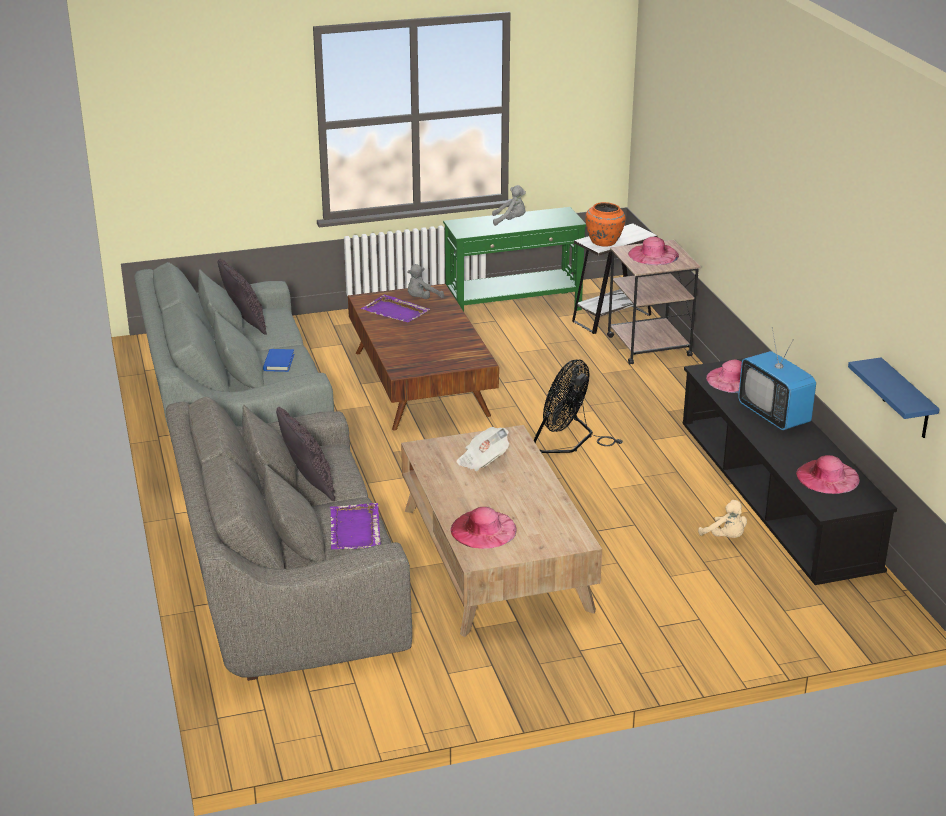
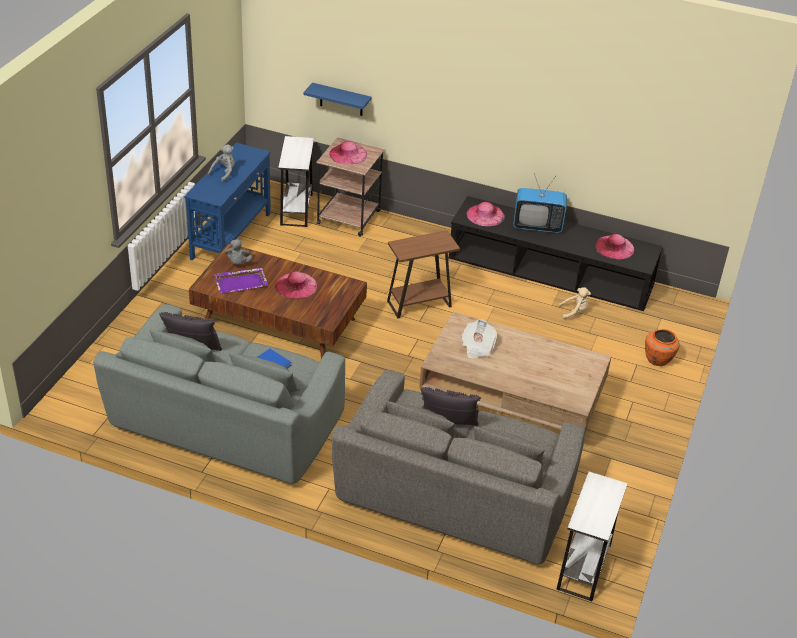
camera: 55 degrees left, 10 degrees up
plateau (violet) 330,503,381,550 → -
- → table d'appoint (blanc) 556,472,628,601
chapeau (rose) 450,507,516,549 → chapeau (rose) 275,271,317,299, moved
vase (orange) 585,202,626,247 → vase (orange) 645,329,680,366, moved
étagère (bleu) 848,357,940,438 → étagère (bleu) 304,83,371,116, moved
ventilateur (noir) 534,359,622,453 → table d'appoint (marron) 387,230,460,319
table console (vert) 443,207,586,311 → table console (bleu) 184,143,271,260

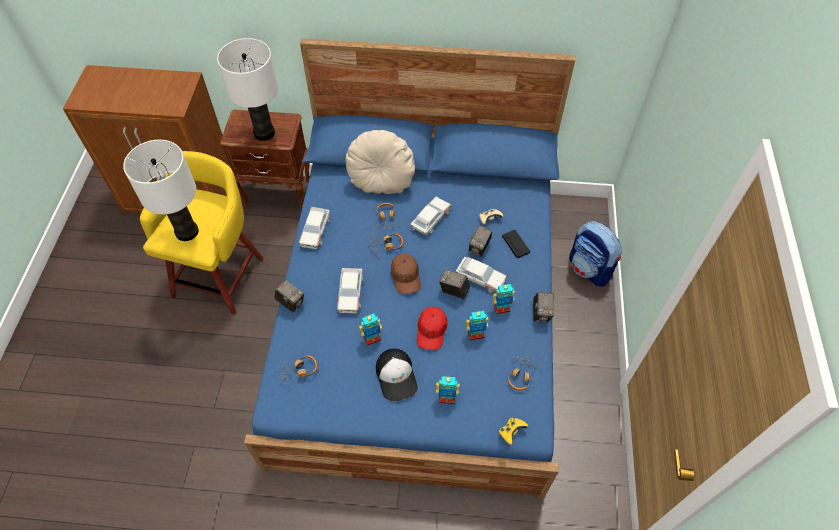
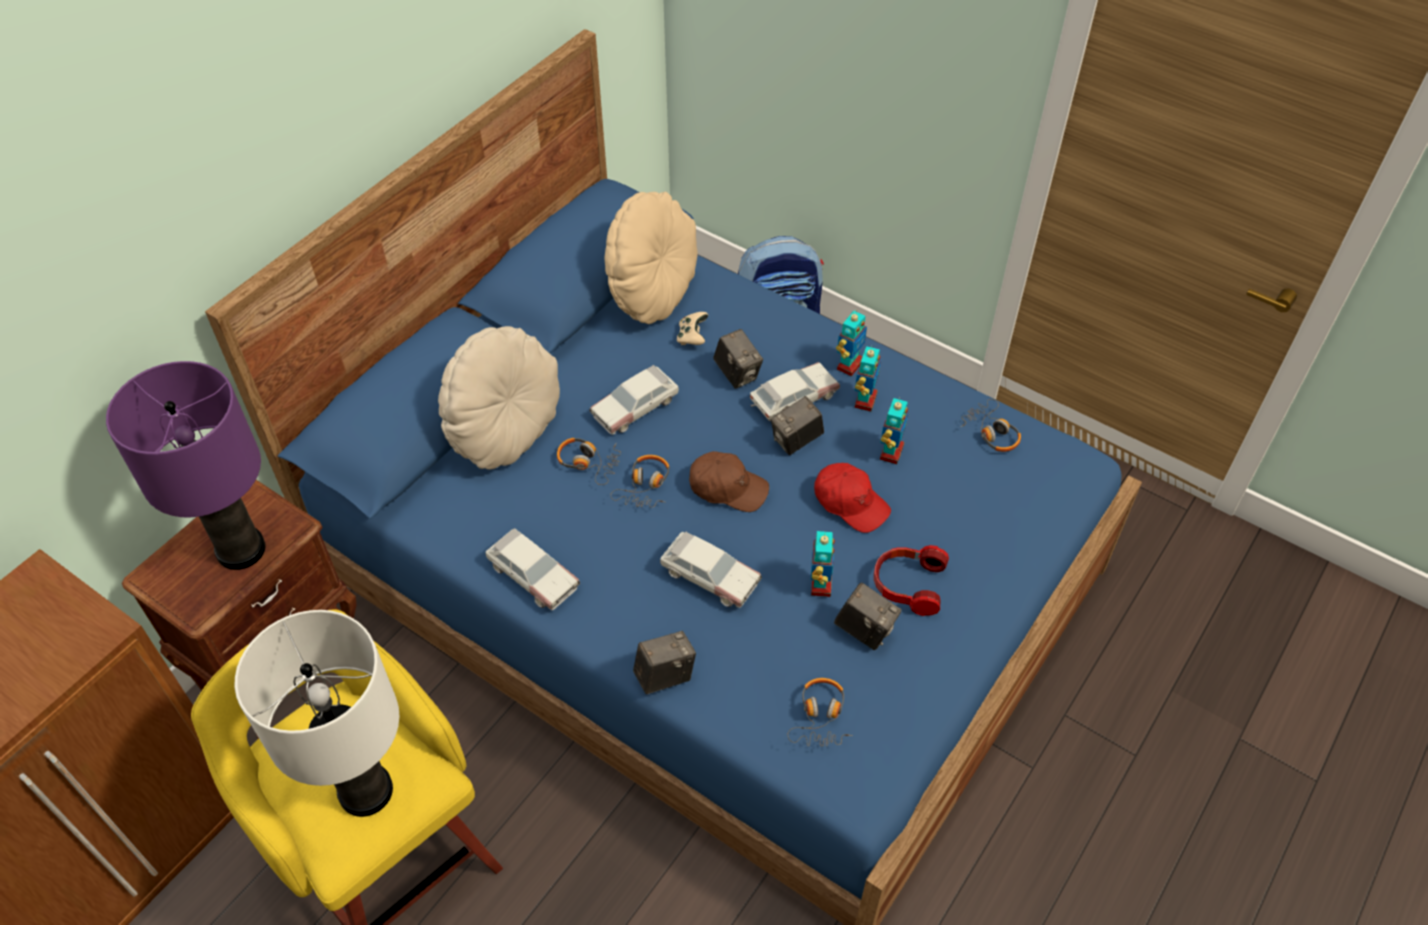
camera: 60 degrees left, 5 degrees down
manette (jaune) 499,418,528,445 → -
manette (noir) 502,230,530,258 → -
- → coussin (beige) 605,191,698,324
robot jouet 436,376,460,404 → robot jouet 836,309,867,376, moved
appareil photo 533,292,554,322 → appareil photo 834,583,902,650, moved
casquette 376,349,418,401 → casque audio 874,545,949,616
lampe de table (blanc) 217,38,278,141 → lampe de table (violet) 106,361,265,570
petite voiture 410,197,451,235 → petite voiture 589,365,679,435, 105 degrees counterclockwise

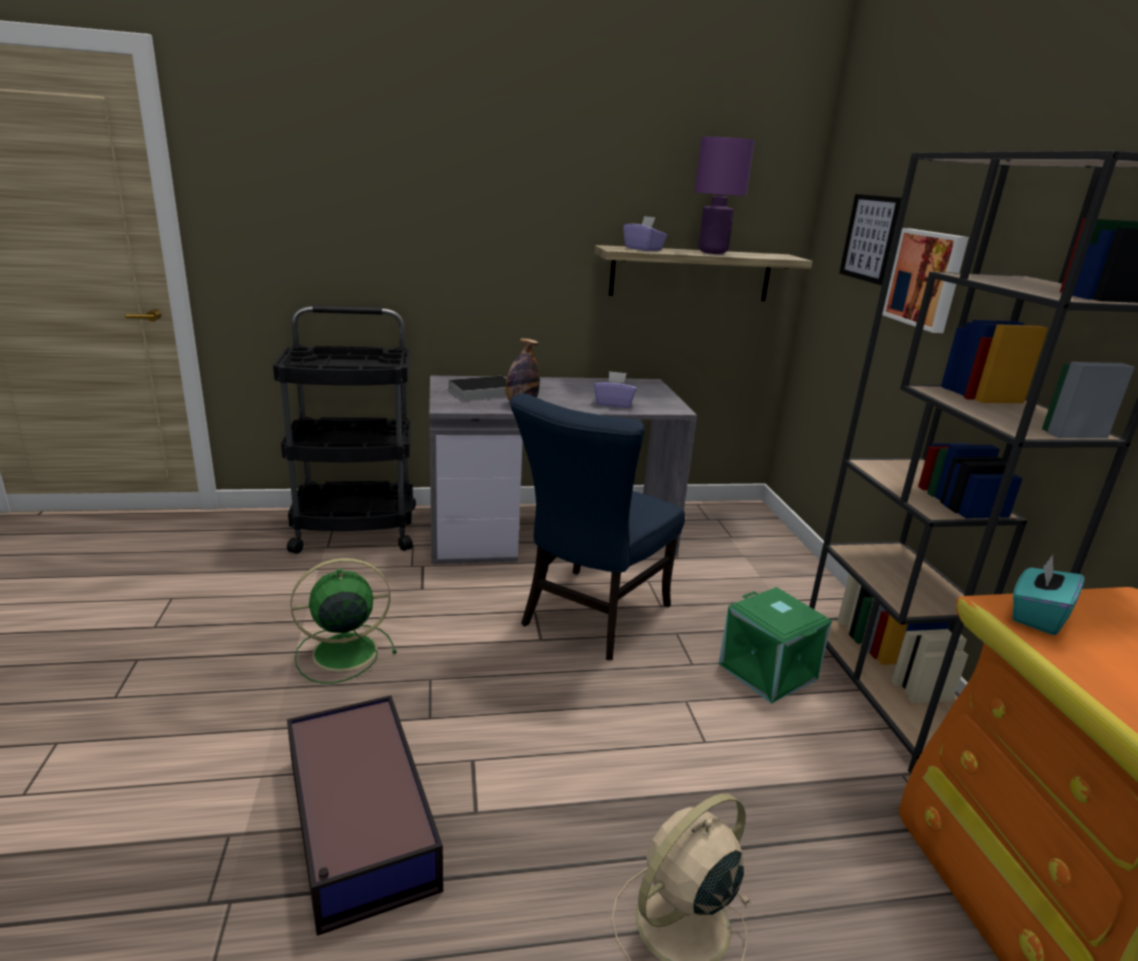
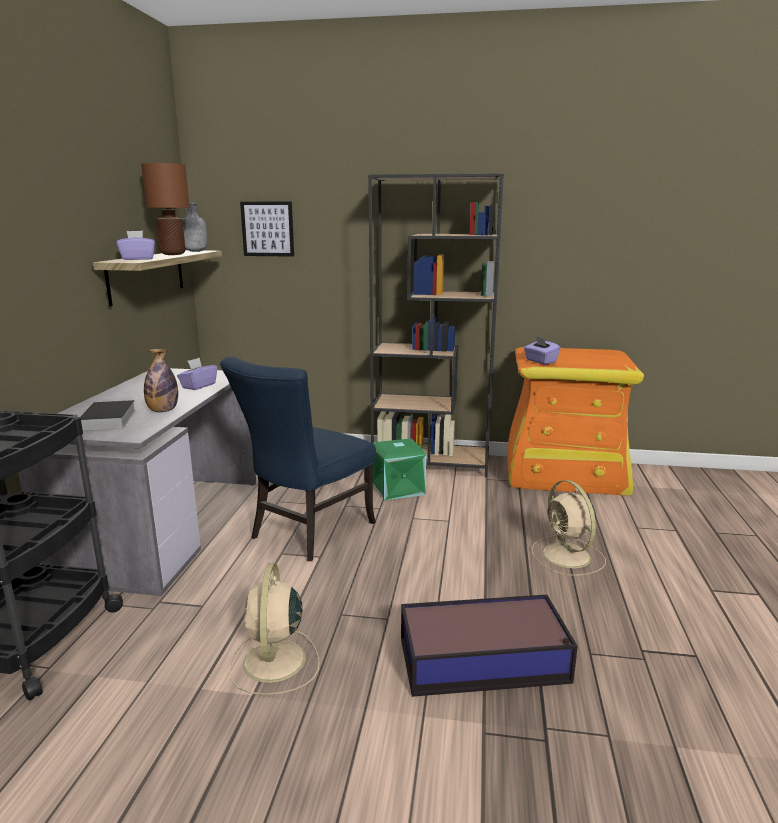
camera: 70 degrees left, 5 degrees down
tableau 882,228,969,333 → -
- → bouteille (gris) 182,203,208,252
ventilateur (vert) 290,558,397,684 → ventilateur (beige) 229,563,320,695
lampe de table (violet) 695,137,755,254 → lampe de table (marron) 141,163,190,255
boîte à mouchoirs (turquoise) 1012,555,1085,635 → boîte à mouchoirs (violet) 524,336,561,364
chaise (bleu) 510,394,685,660 → chaise (bleu) 220,357,376,561, 75 degrees clockwise

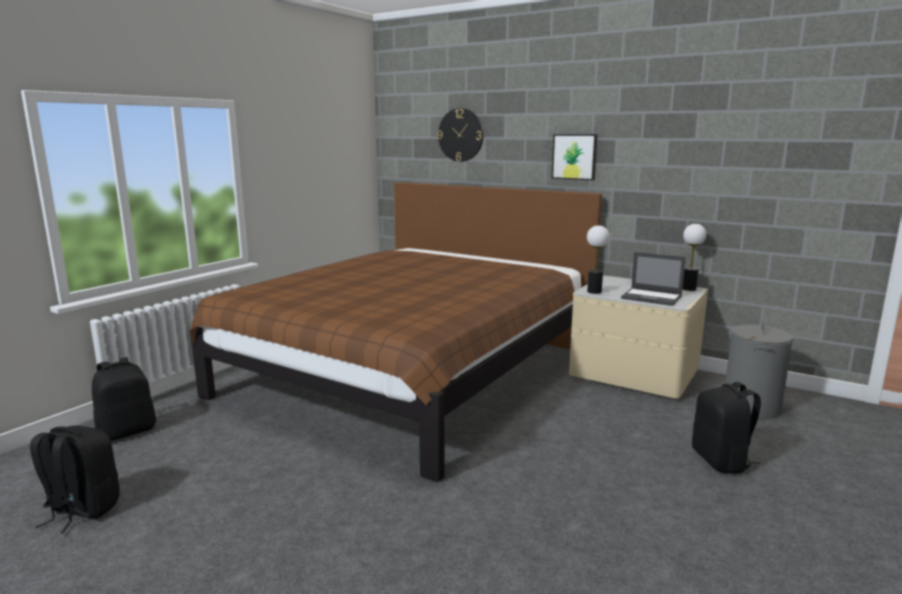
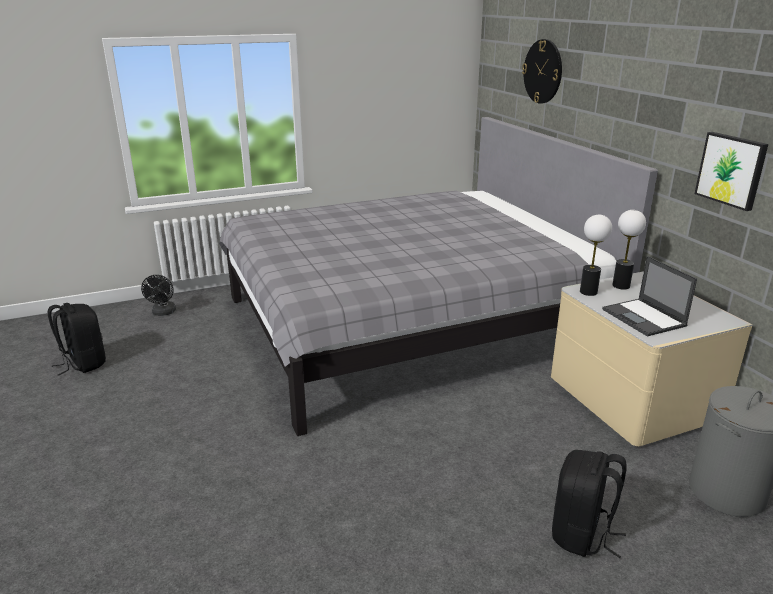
camera: 35 degrees right, 10 degrees up
tableau 552,134,598,180 → tableau 695,132,768,211, moved
lampe de table 682,224,706,291 → lampe de table 612,210,646,289, moved
sac à dos (noir) 92,357,156,441 → ventilateur (noir) 141,275,176,316
lit (marron) 190,182,602,482 → lit (gris) 219,117,658,436

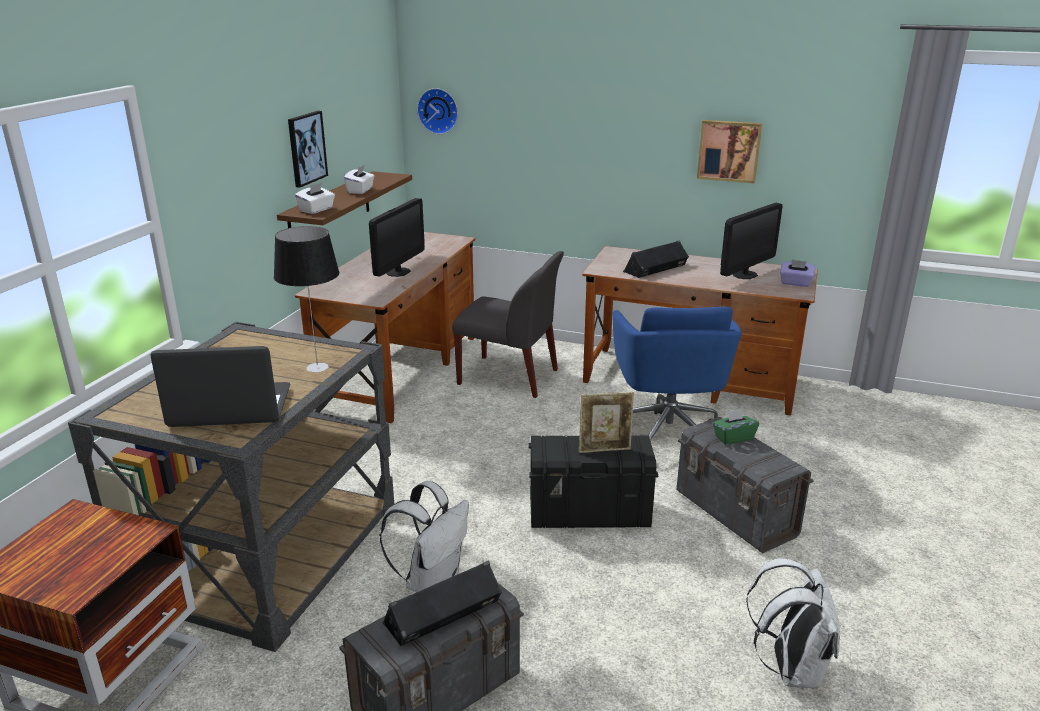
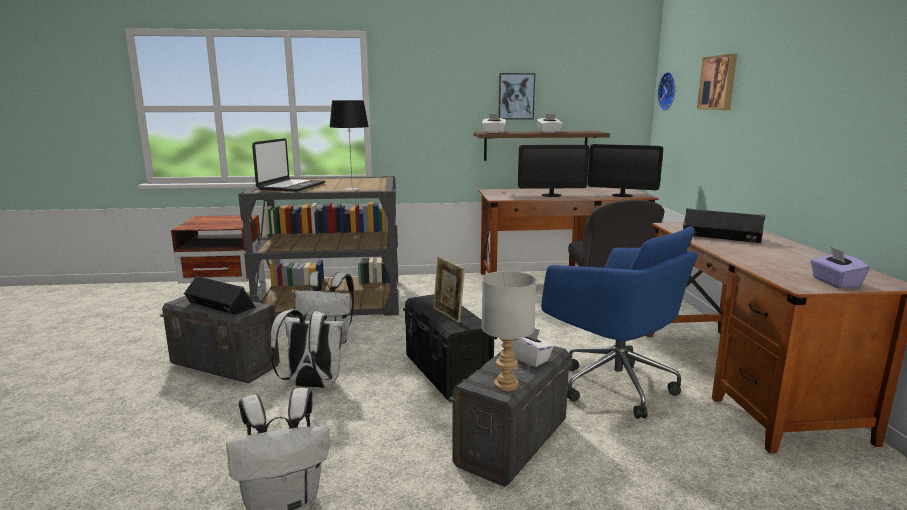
camera: 65 degrees right, 10 degrees down
- → sac à dos (blanc) 270,309,347,388
- → lampe de table (gris) 482,271,536,391
tableau 697,120,762,183 → tableau 697,54,737,110, moved
écran d'ordinateur 720,203,782,279 → écran d'ordinateur 588,144,663,197, moved
boîte à mouchoirs (vert) 713,408,759,445 → boîte à mouchoirs (blanc) 511,328,554,367
ordinateur portable 150,346,290,427 → ordinateur portable 252,138,325,192, 45 degrees clockwise
chaise de bureau (bleu) 613,306,742,441 → chaise de bureau (bleu) 541,226,698,419, 105 degrees counterclockwise

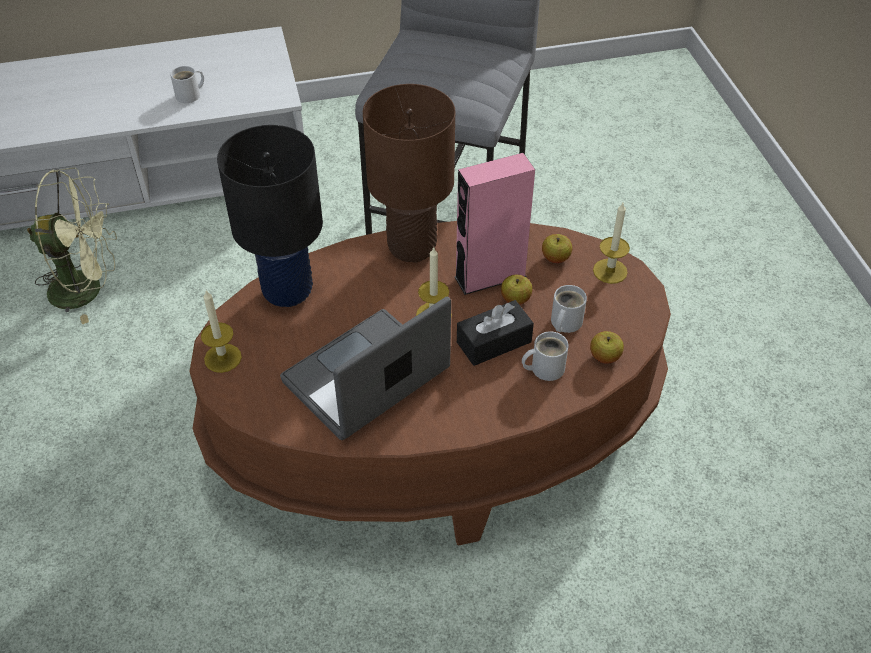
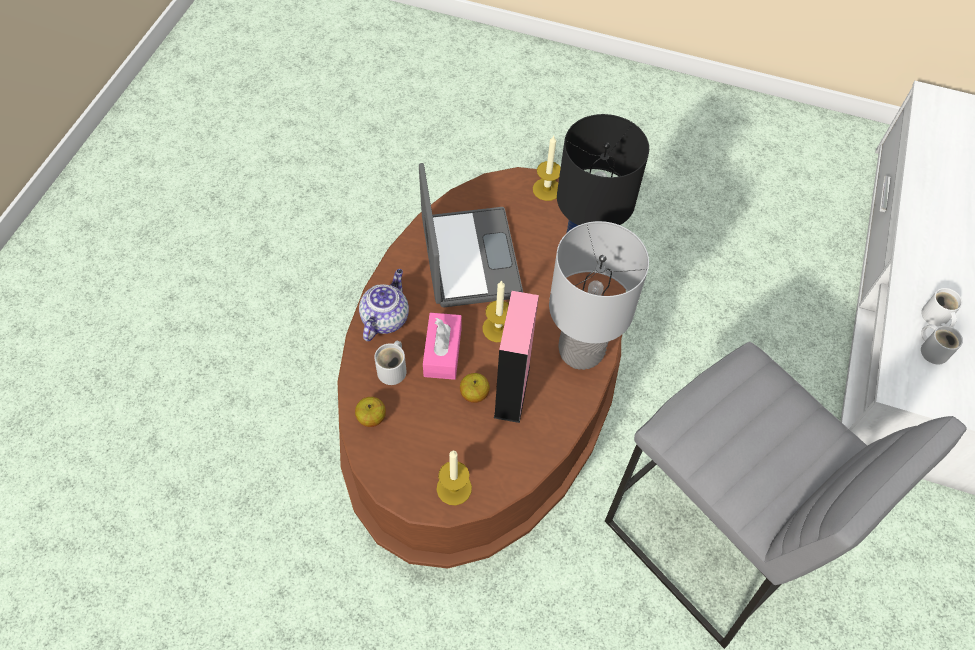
camera: 120 degrees right, 10 degrees up
ventilateur (vert) 27,168,117,324 → -
pomme 542,234,572,263 → -
- → théière 359,269,409,341
mug (blanc) 551,285,587,333 → mug (blanc) 921,324,963,365, moved
lampe de table (marron) 363,84,455,263 → lampe de table (gris) 549,221,649,370
boîte à mouchoirs (noir) 457,300,534,366 → boîte à mouchoirs (rose) 423,313,462,380

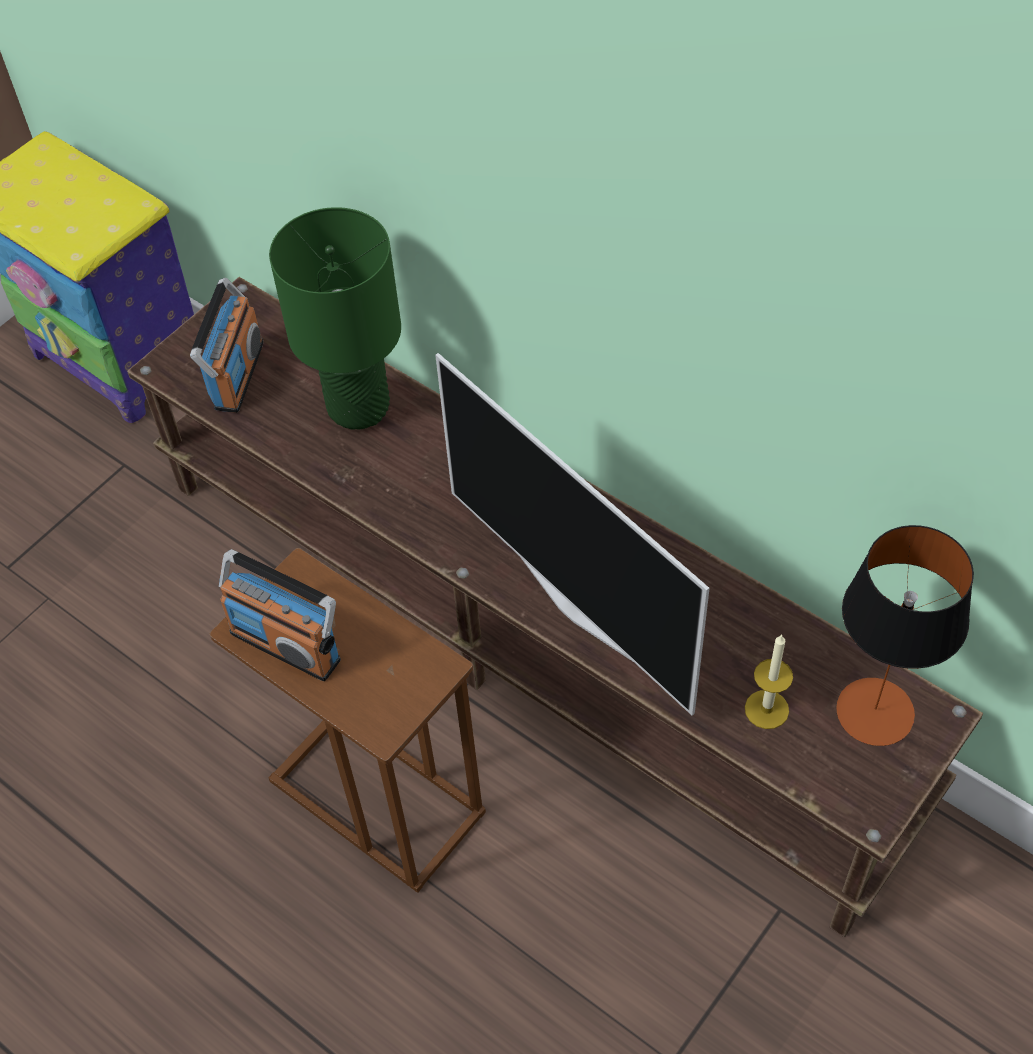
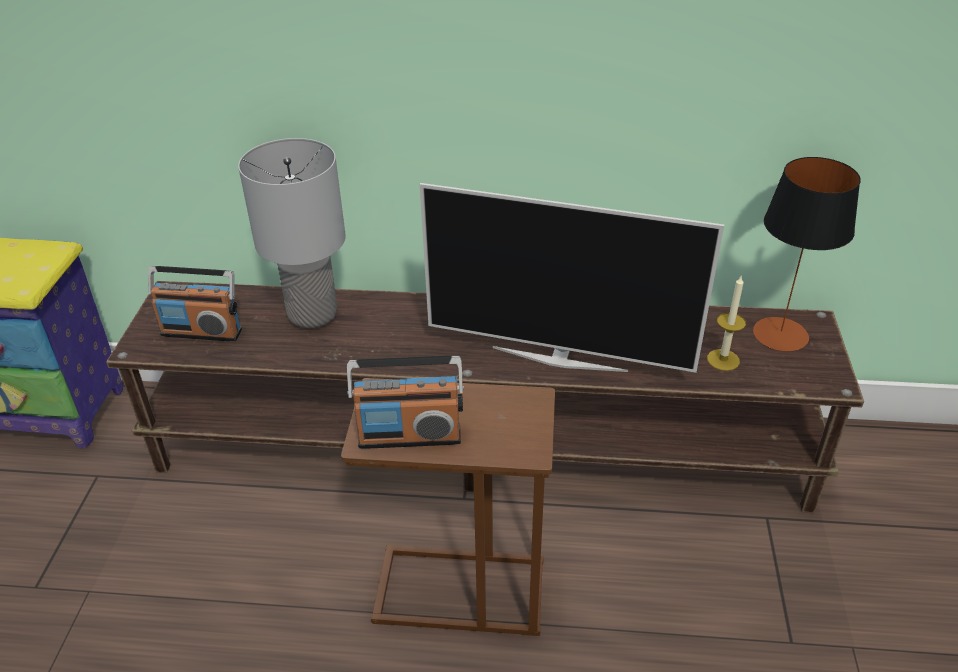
camera: 35 degrees left, 15 degrees down
lampe de table (vert) 269,207,401,430 → lampe de table (gris) 238,138,346,328
radio 190,278,263,413 → radio 148,266,242,342, 120 degrees clockwise

